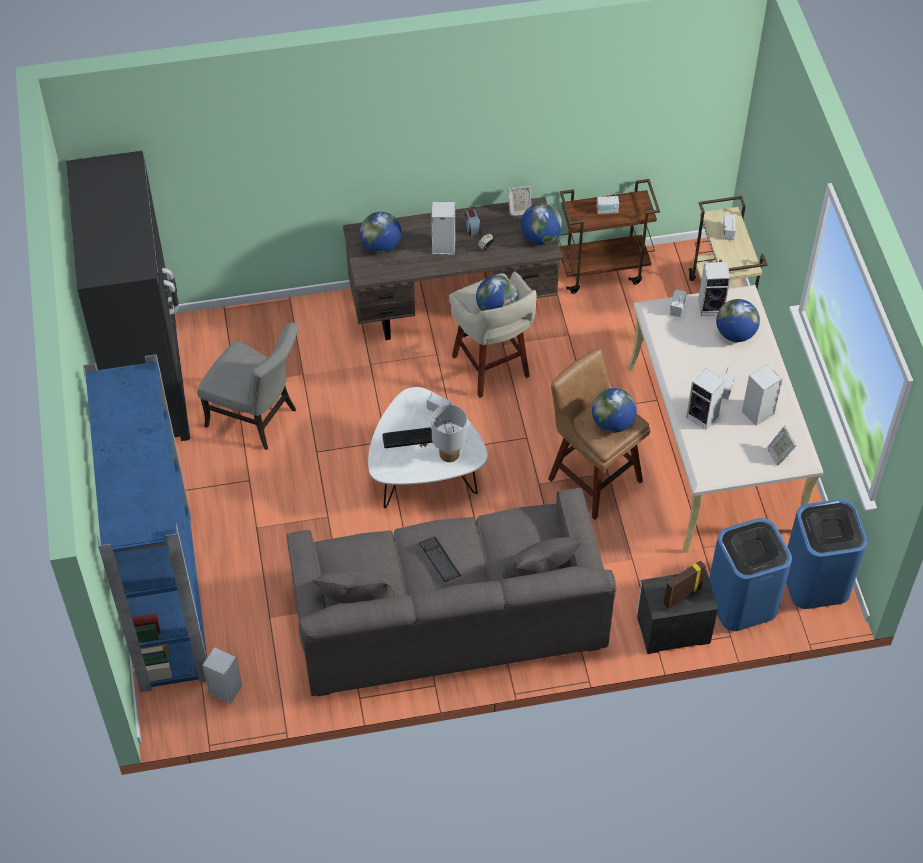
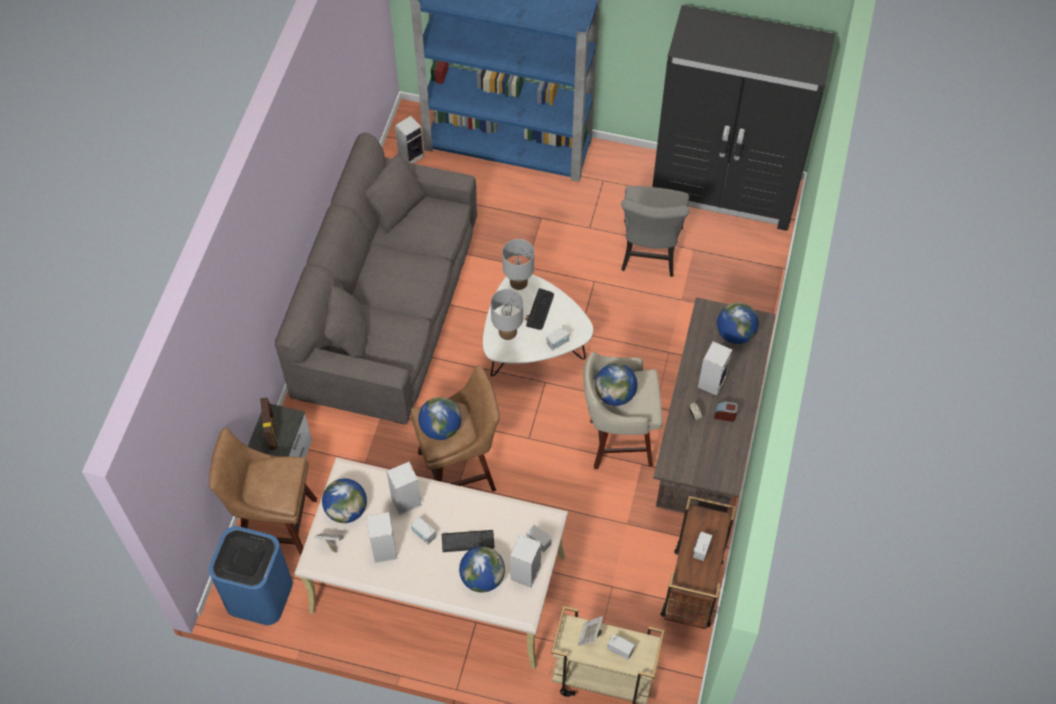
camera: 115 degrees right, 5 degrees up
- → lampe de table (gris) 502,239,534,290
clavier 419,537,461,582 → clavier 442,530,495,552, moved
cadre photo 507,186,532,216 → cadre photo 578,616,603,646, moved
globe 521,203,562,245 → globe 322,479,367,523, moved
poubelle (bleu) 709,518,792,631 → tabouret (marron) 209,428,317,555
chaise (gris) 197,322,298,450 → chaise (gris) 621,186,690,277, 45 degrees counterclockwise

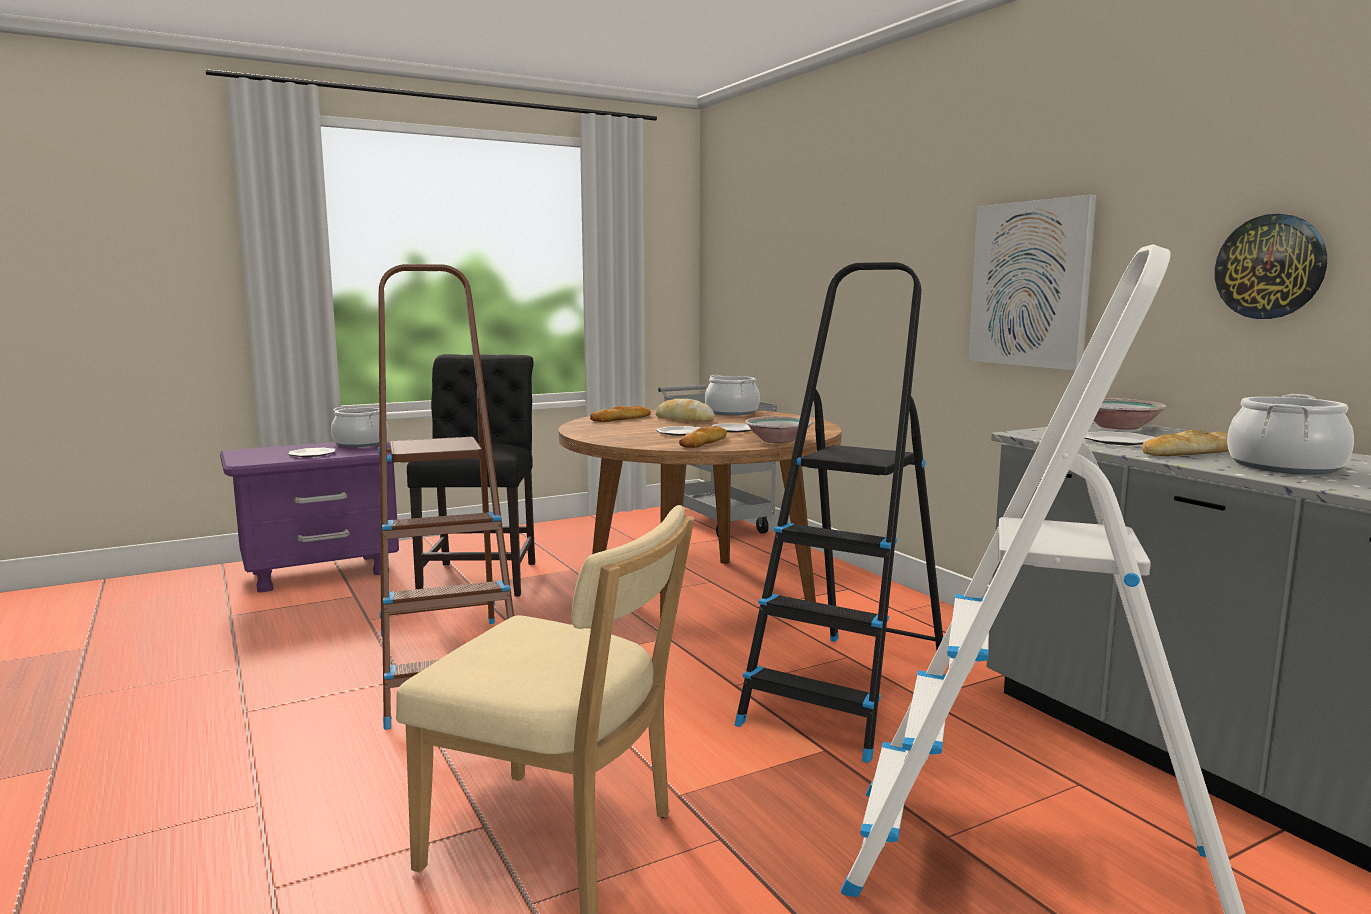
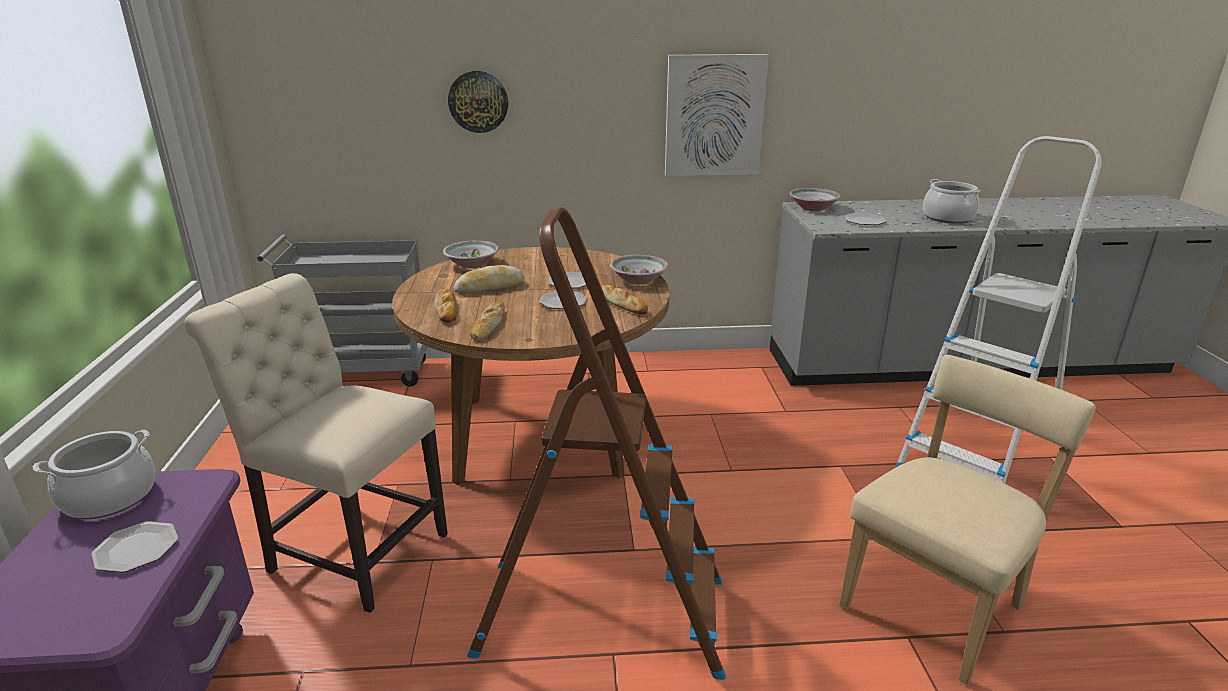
camera: 65 degrees left, 15 degrees up
escabeau (noir) 735,262,943,763 → -
pain 1142,430,1229,456 → pain 470,302,505,341, moved
horloge murale 1215,214,1327,319 → horloge murale 448,71,508,133, moved
marmite 705,375,760,415 → bol 443,241,499,268
chaise (noir) 407,354,535,597 → chaise (beige) 184,273,448,613

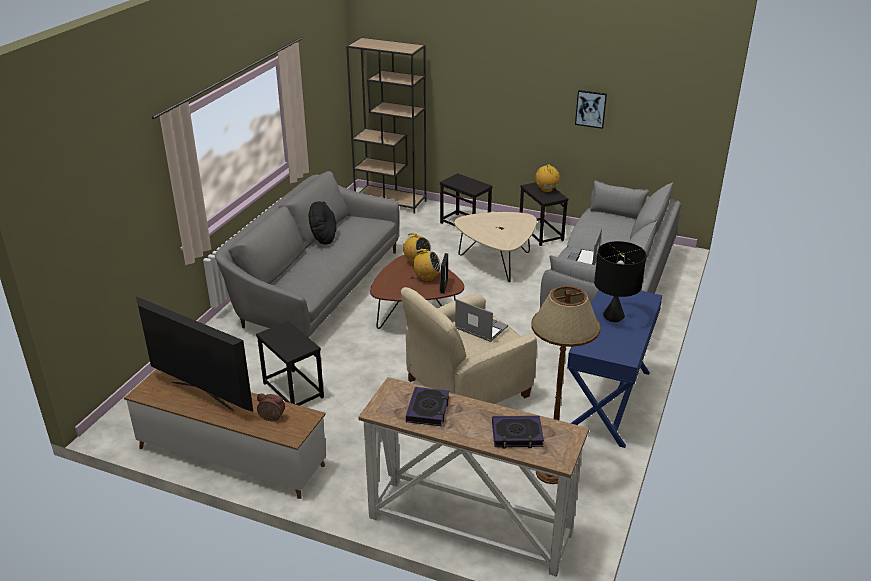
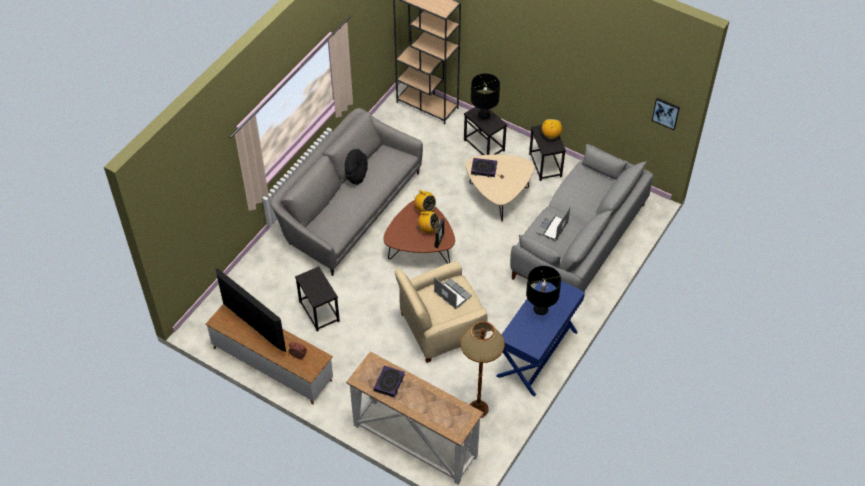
camera: 10 degrees right, 20 degrees up
- → lampe de table (noir) 471,73,500,120
livre 492,416,544,448 → livre 471,158,497,177, moved
tableau 575,90,607,129 → tableau 652,98,680,130, moved

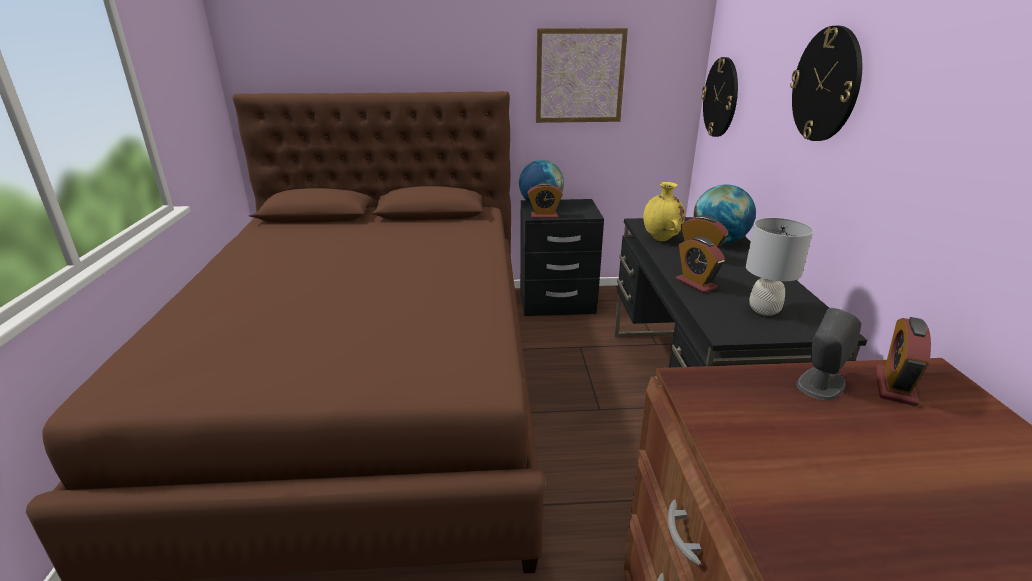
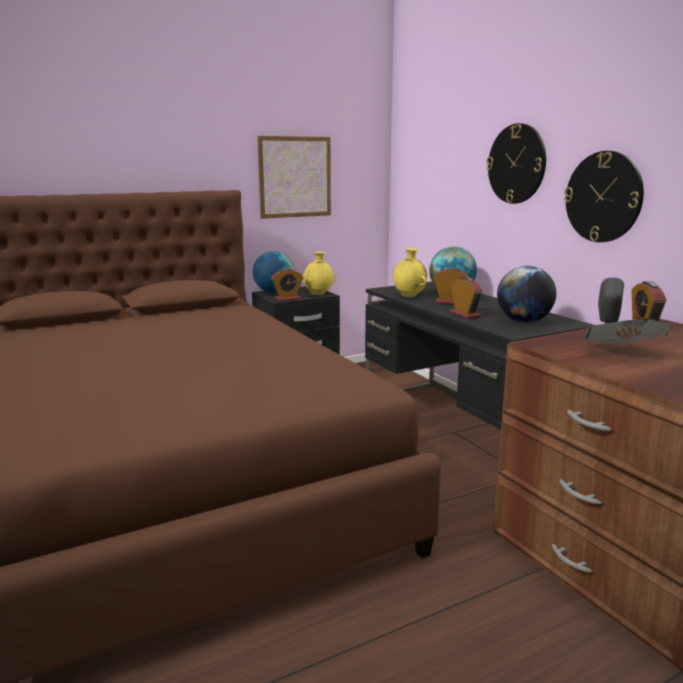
camera: 25 degrees left, 10 degrees down
- → vase (jaune) 302,252,337,295
- → journal 584,319,670,343
horloge murale 701,57,738,137 → horloge murale 564,151,644,242, moved
lampe de table (gris) 746,218,813,316 → globe 497,266,556,323
réveil 675,237,725,293 → réveil 449,276,482,319, 150 degrees counterclockwise

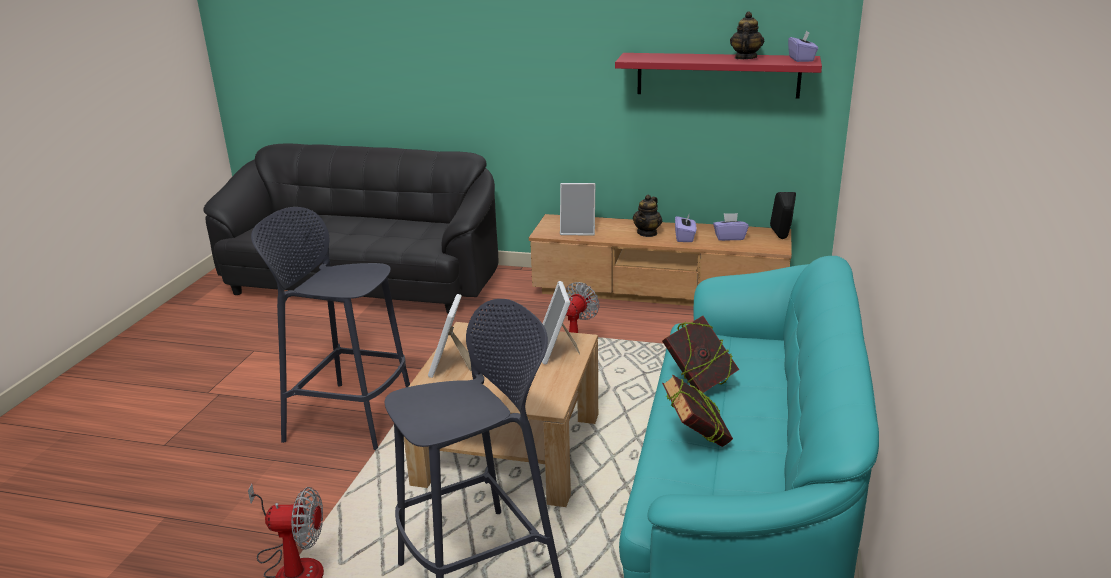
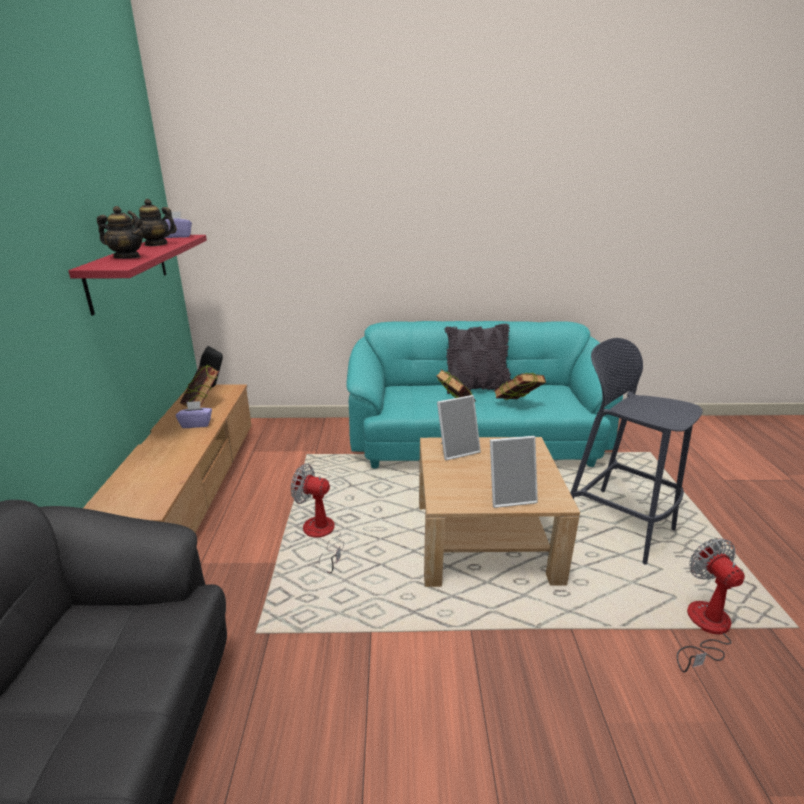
camera: 105 degrees left, 0 degrees up
tabouret (gris) 251,207,410,450 → -
cadre photo 560,183,595,236 → -
- → coussin (noir) 444,323,511,394
théière 633,195,662,237 → théière 97,206,143,259, moved
boîte à mouchoirs (violet) 713,213,749,241 → livre 180,365,219,407

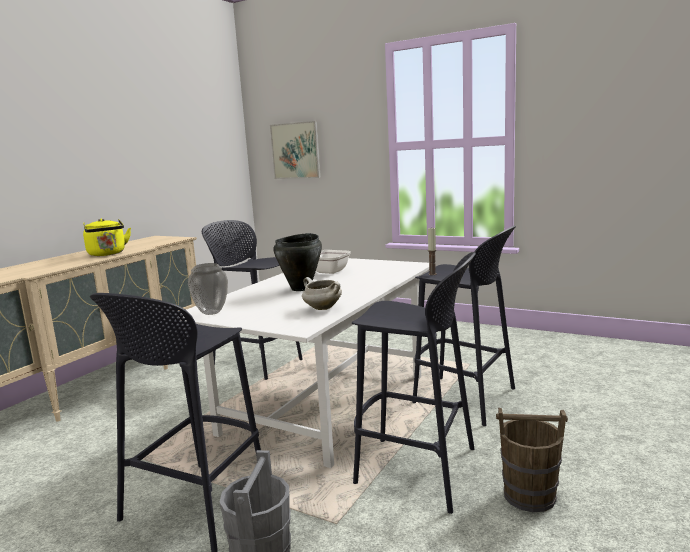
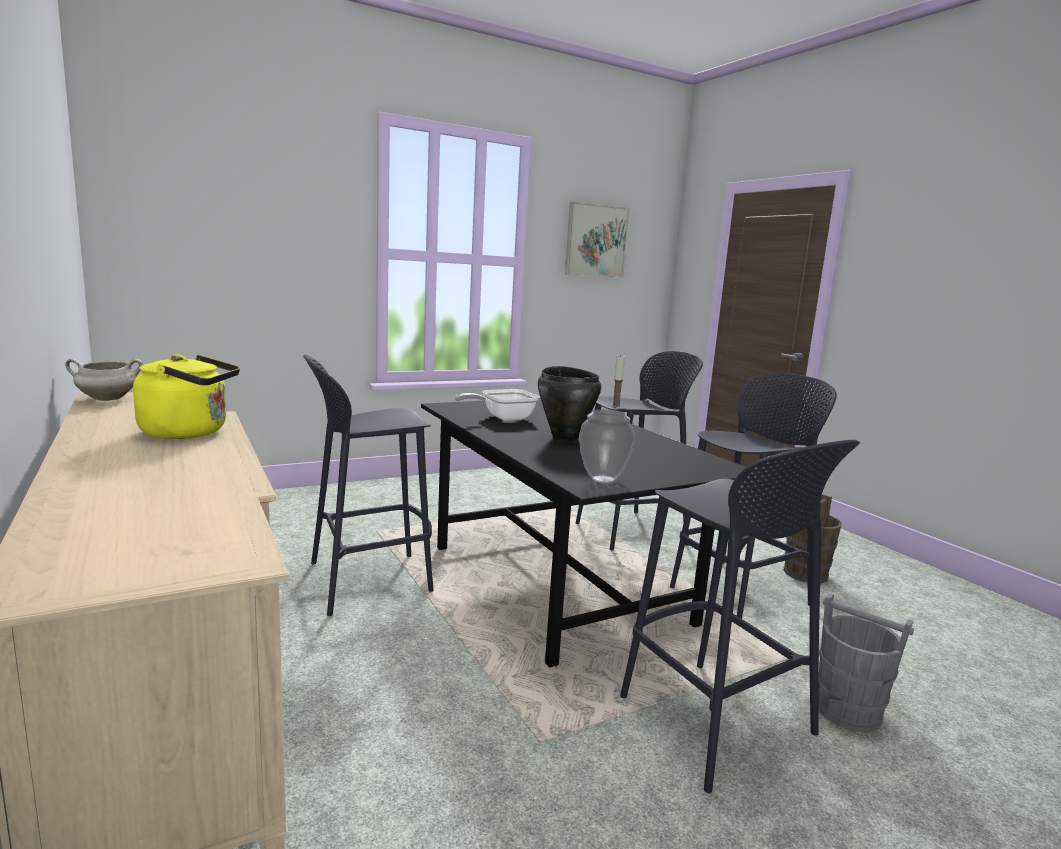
camera: 60 degrees left, 0 degrees up
tableau 270,121,321,179 → tableau 565,202,630,278, moved
marmite (blanc) 302,277,342,310 → marmite (blanc) 65,358,143,401, moved
table à manger (blanc) 170,258,429,468 → table à manger (noir) 421,398,746,667

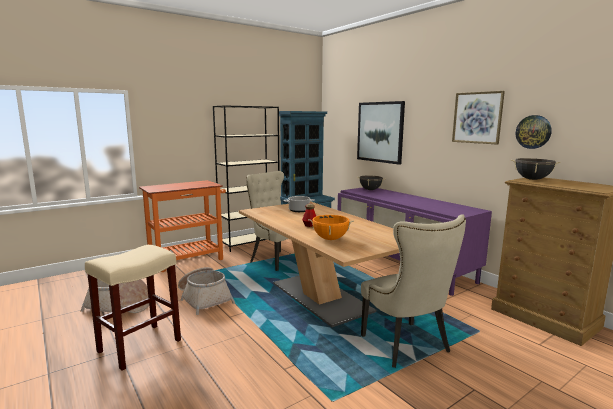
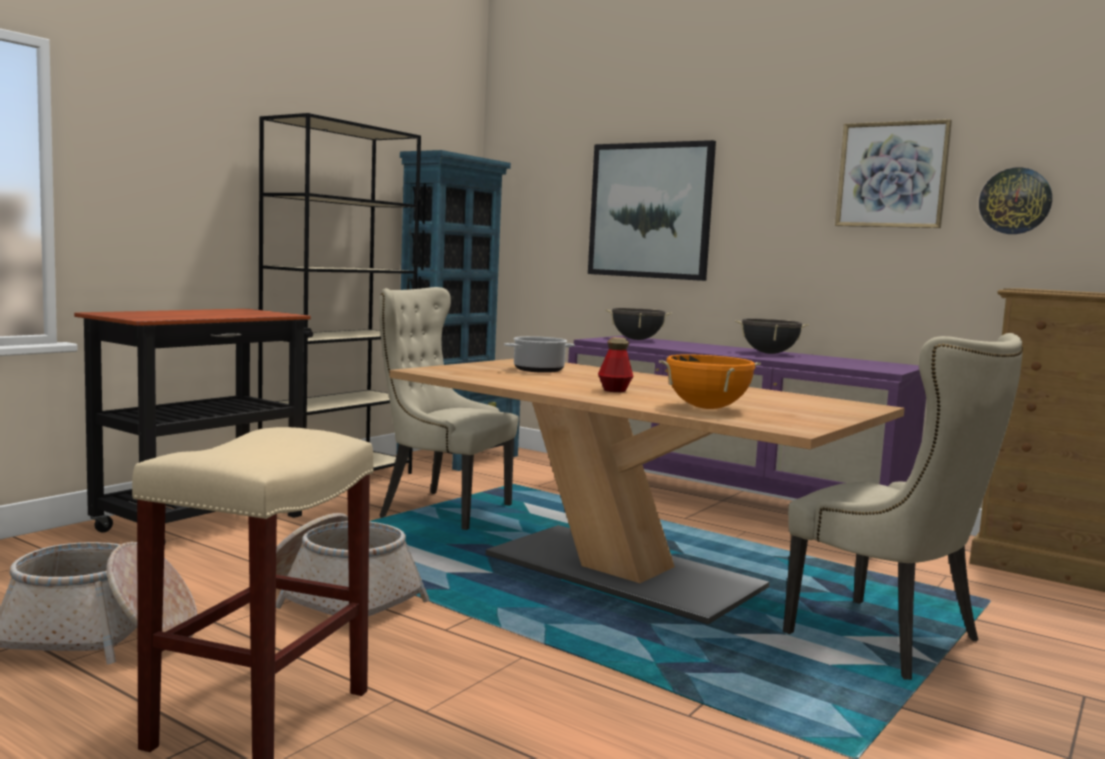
camera: 20 degrees left, 5 degrees down
marmite (noir) 511,158,561,180 → marmite (noir) 735,319,809,354, moved
chariot (orange) 139,180,226,272 → chariot (noir) 74,309,313,546

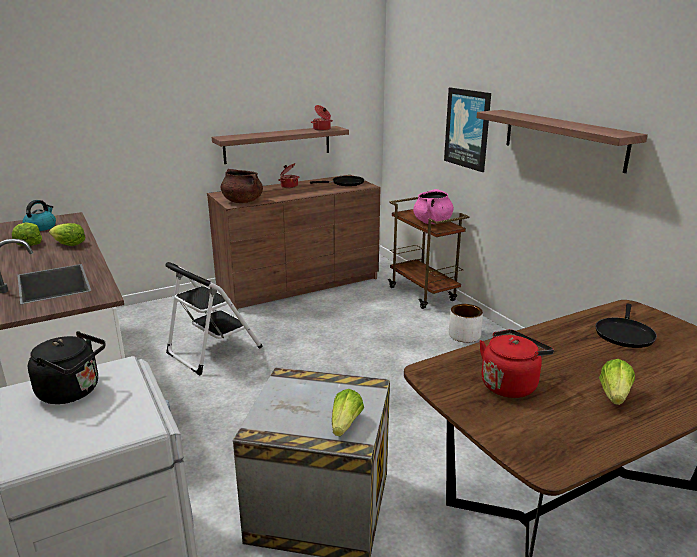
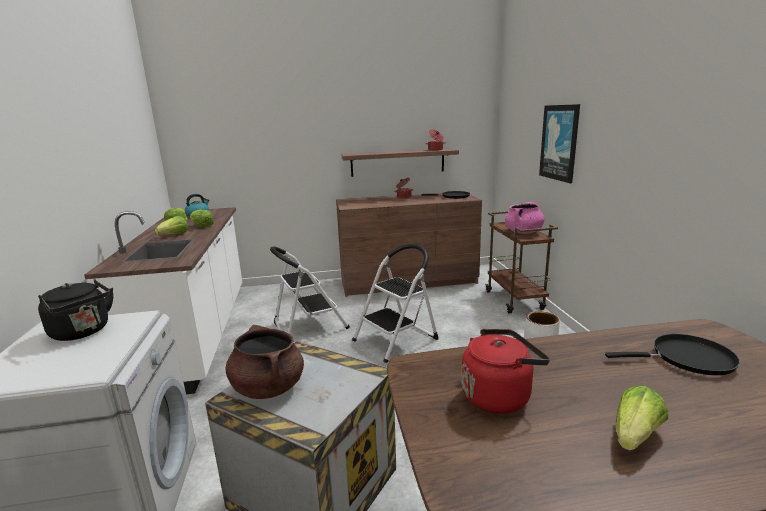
camera: 20 degrees right, 5 degrees down
étagère 477,110,648,173 → -
- → escabeau 352,244,439,363
marmite (marron) 221,169,263,203 → marmite (marron) 226,325,304,399, moved
laitue 332,389,364,436 → laitue 155,216,188,235, moved
poêle (noir) 596,303,657,348 → poêle (noir) 605,334,740,375, 135 degrees counterclockwise

